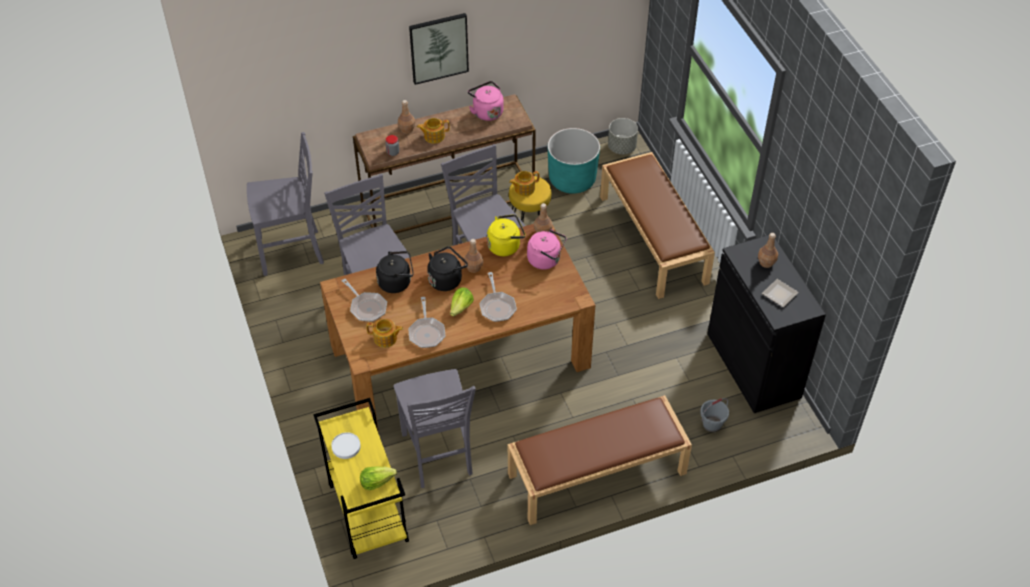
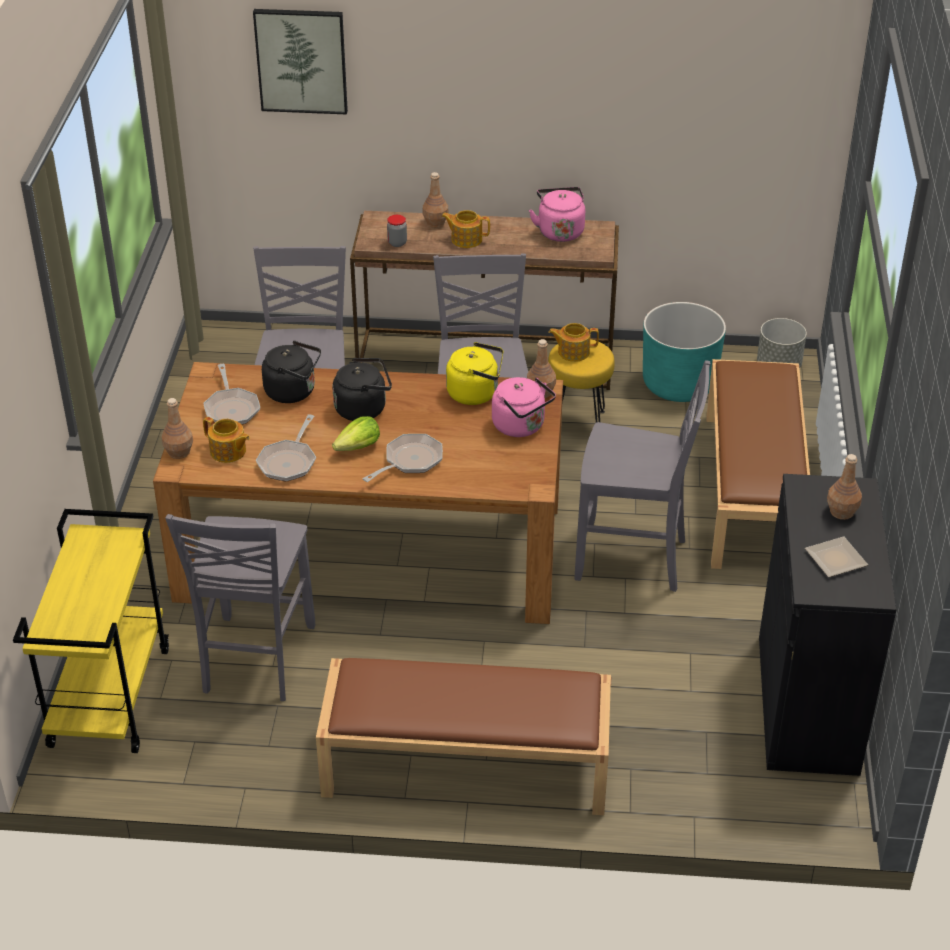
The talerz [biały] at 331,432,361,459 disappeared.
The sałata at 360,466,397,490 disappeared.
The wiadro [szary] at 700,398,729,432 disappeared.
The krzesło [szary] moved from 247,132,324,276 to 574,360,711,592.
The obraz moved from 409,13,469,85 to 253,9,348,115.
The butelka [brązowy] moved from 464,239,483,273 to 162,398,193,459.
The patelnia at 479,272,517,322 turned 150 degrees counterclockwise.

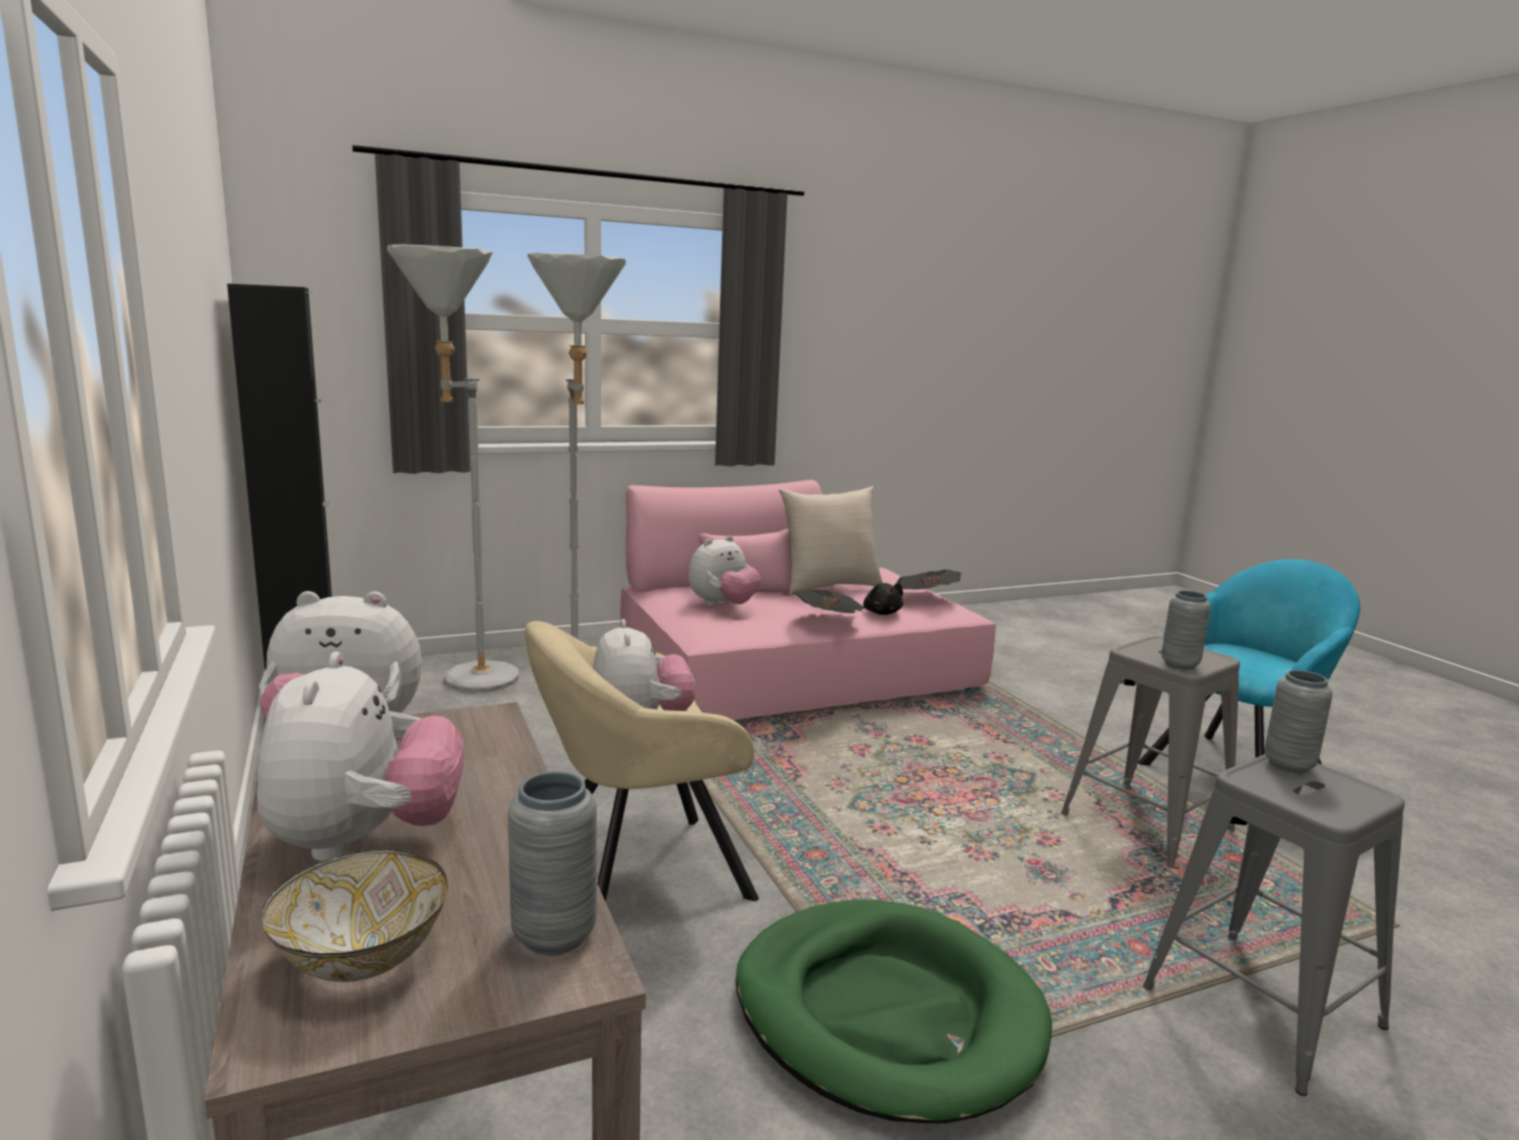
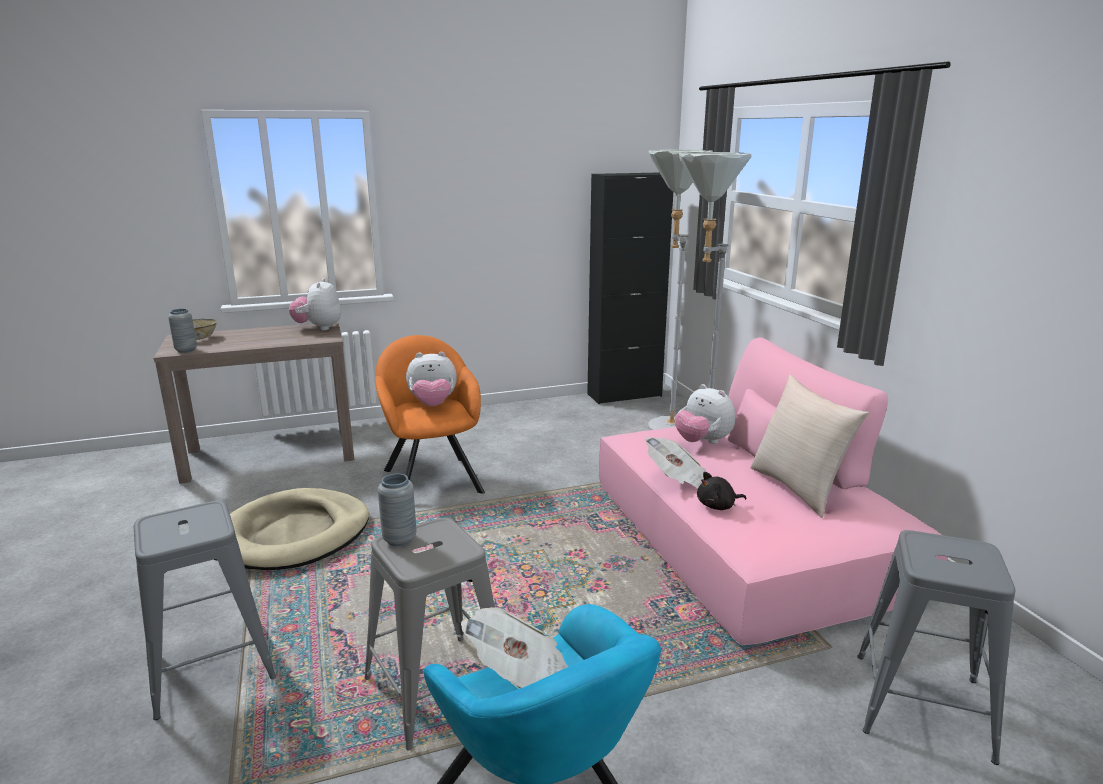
The pluszak at 257,652,464,862 disappeared.
The wazon [szary] at 1264,670,1333,773 disappeared.
The stołek [szary] at 858,530,1016,765 appeared.
The gazeta moved from 895,570,962,590 to 461,607,568,689.
The fotel [beżowy] at 525,621,759,902 became the fotel [pomarańczowy] at 375,335,485,494.
The legowisko [zielony] at 735,899,1052,1123 became the legowisko [beżowy] at 230,488,369,570.

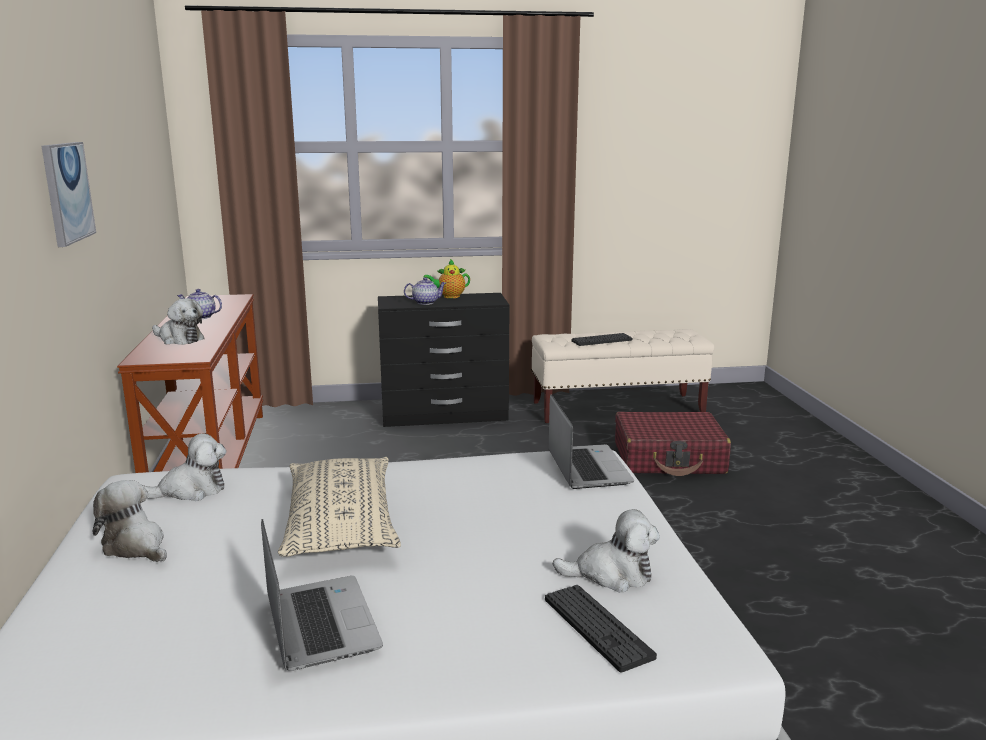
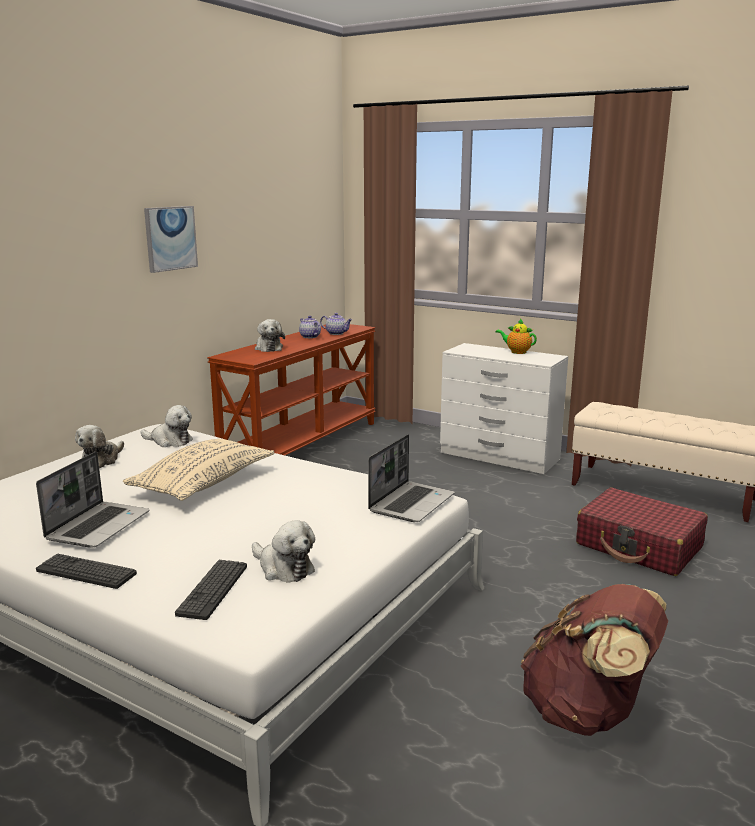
The plecak [brązowy] at 520,584,668,736 appeared.
The imbryk moved from 404,277,446,305 to 320,313,353,335.
The klawiatura moved from 571,333,632,346 to 36,553,137,589.
The komoda [czarny] at 378,293,509,427 became the komoda [biały] at 440,343,568,474.
The pluszak at 93,480,167,562 turned 150 degrees counterclockwise.

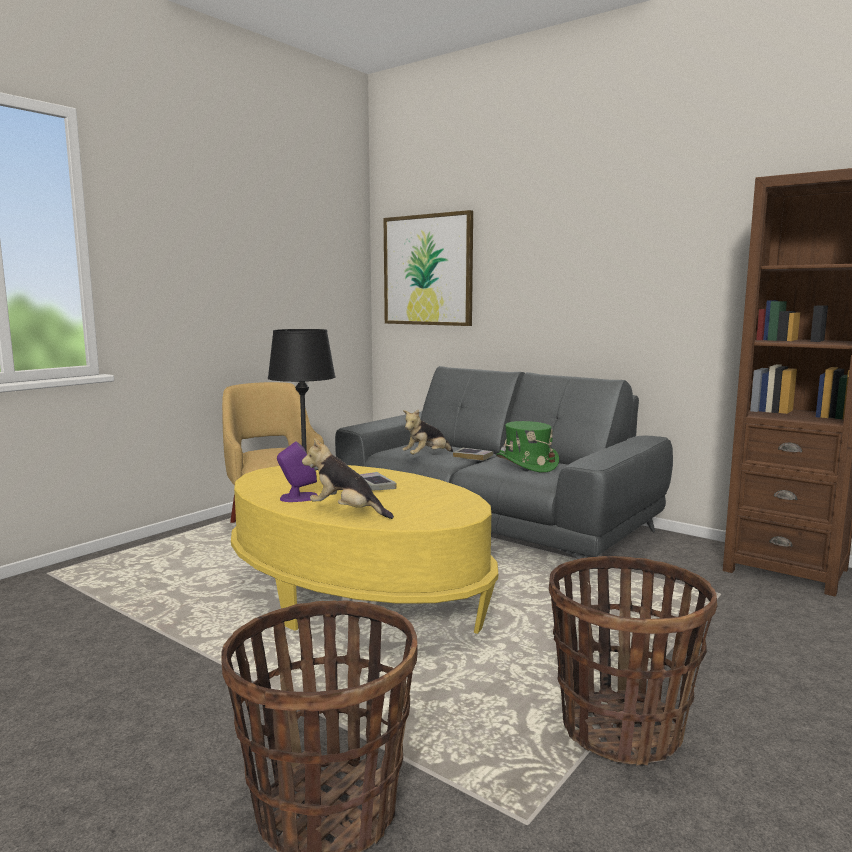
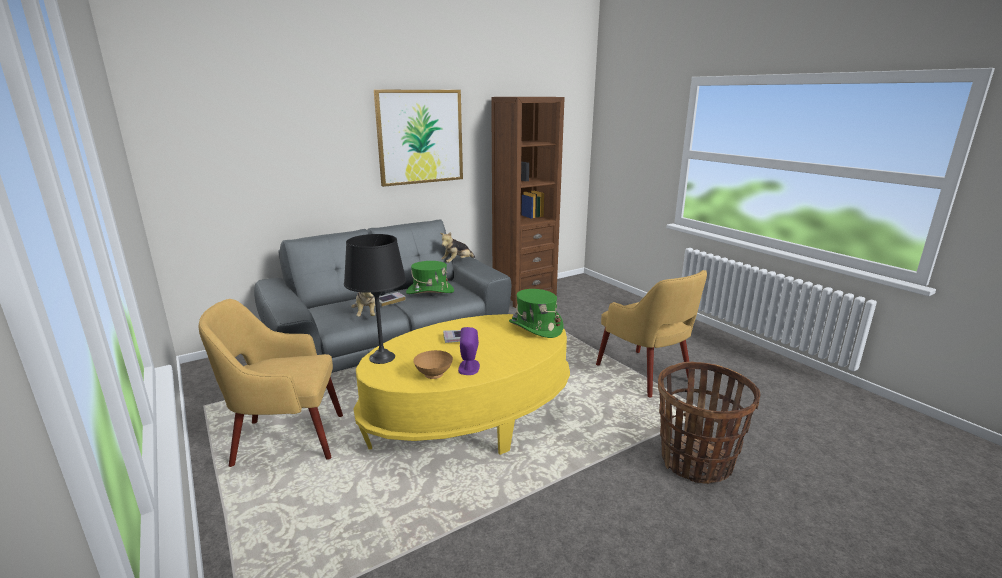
The miska [brązowy] at 413,350,453,379 appeared.
The kapelusz [zielony] at 509,289,563,338 appeared.
The pluszak moved from 302,438,394,519 to 440,232,475,263.
The obraz moved from 384,210,473,326 to 374,90,463,187.
The koszyk at 549,556,717,766 was replaced by the fotel [żółty] at 596,270,707,398.

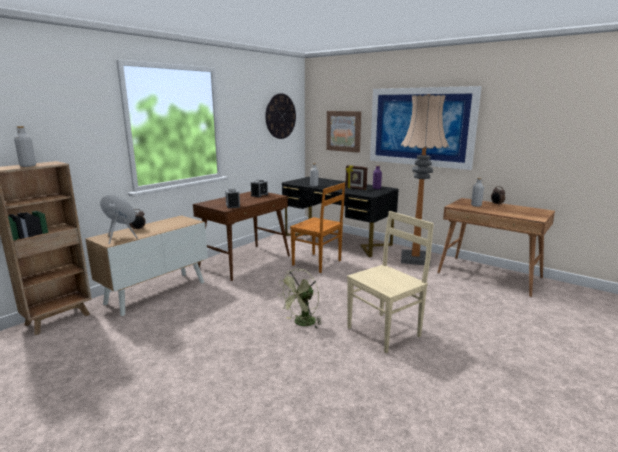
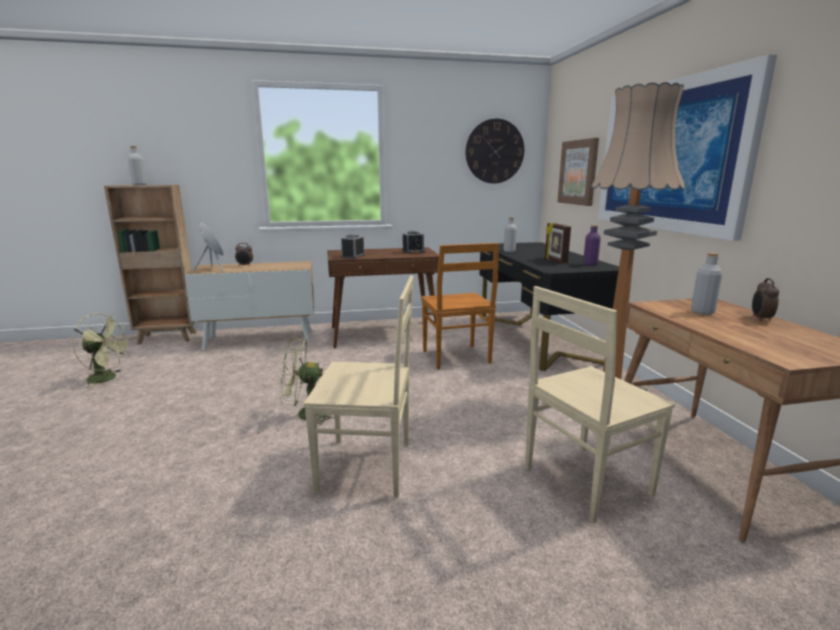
The wentylator [zielony] at 72,314,133,389 appeared.
The krzesło [beżowy] at 525,286,675,523 appeared.

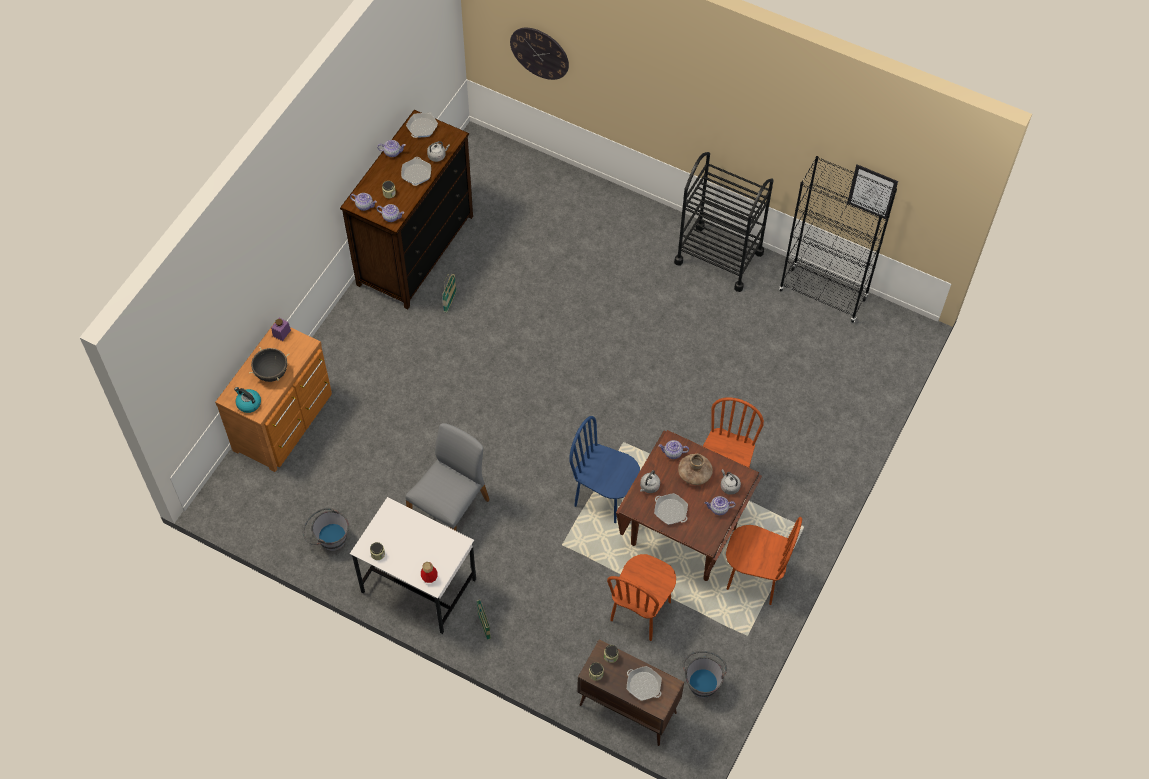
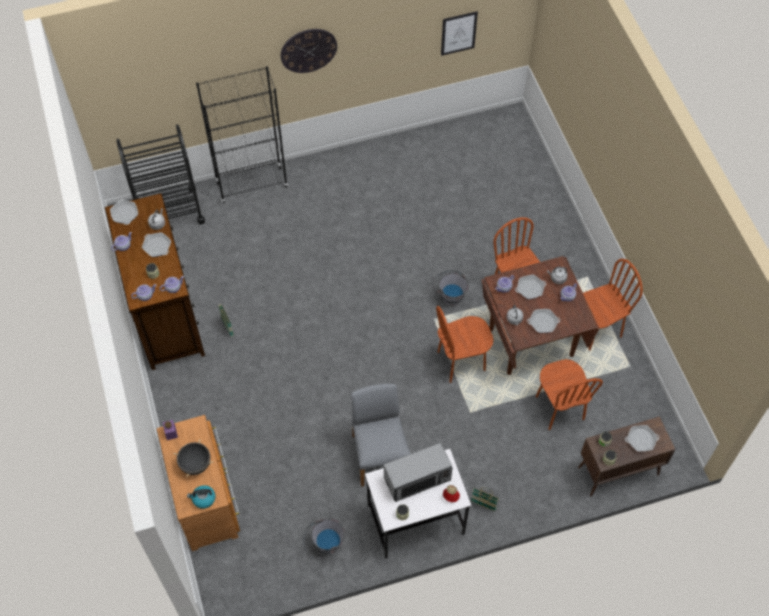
The mikrofalówka at 384,443,452,502 appeared.
The zegar ścienny moved from 510,28,569,80 to 281,29,337,73.
The wózek [czarny] moved from 674,152,774,292 to 117,124,205,224.
The wiadro [szary] moved from 683,651,727,698 to 431,270,468,306.
The regał [czarny] moved from 779,156,897,323 to 196,66,288,203.
The wazon [brązowy] at 678,454,713,485 was replaced by the patelnia at 515,275,546,299.
The krzesło [niebieski] at 569,416,640,523 became the krzesło [brązowy] at 436,306,494,383.

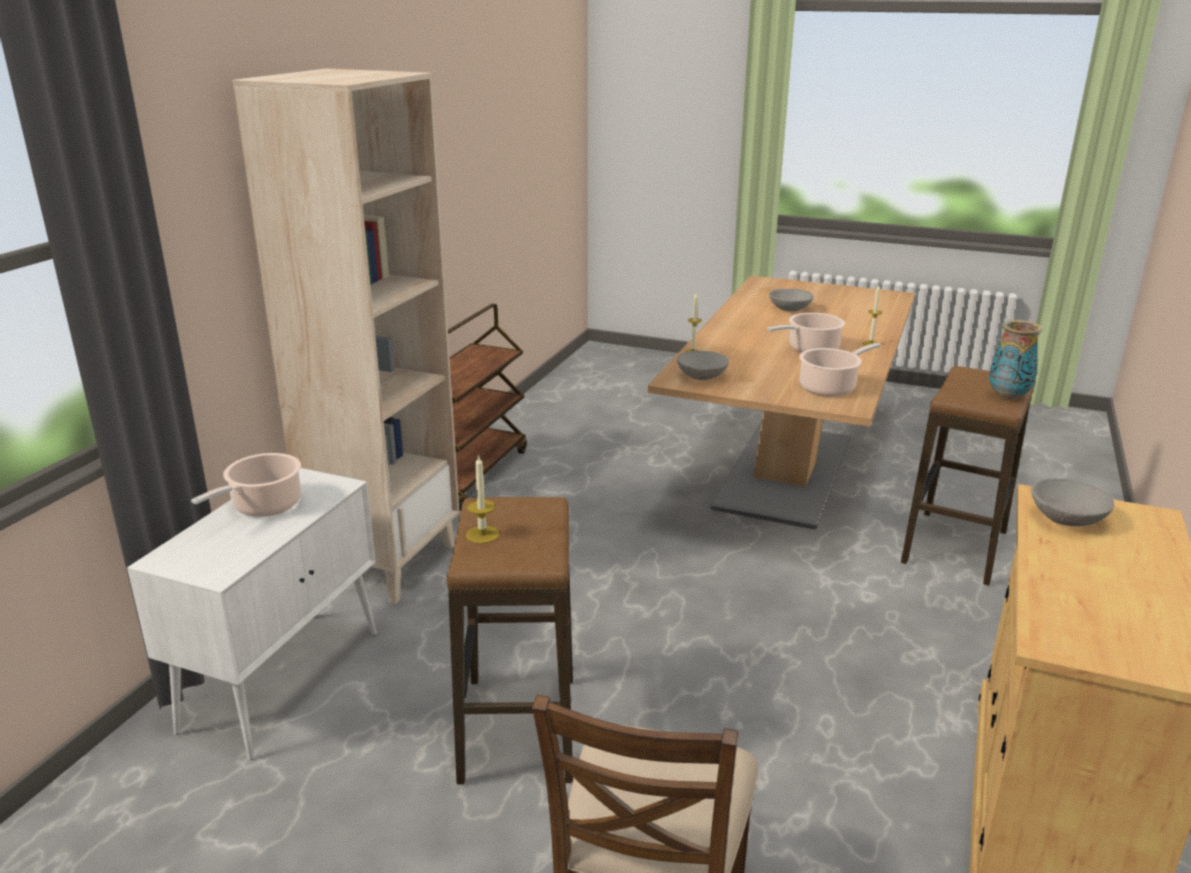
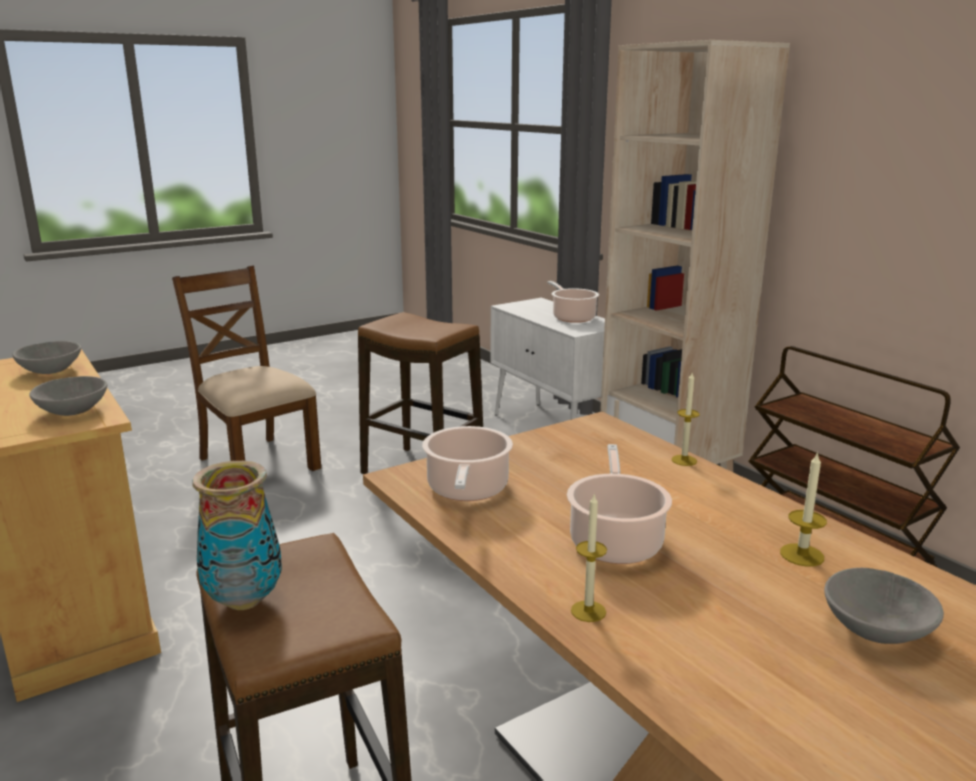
The świeca moved from 466,454,499,544 to 780,451,827,567.
The miska [szary] moved from 677,351,729,380 to 12,341,81,374.

